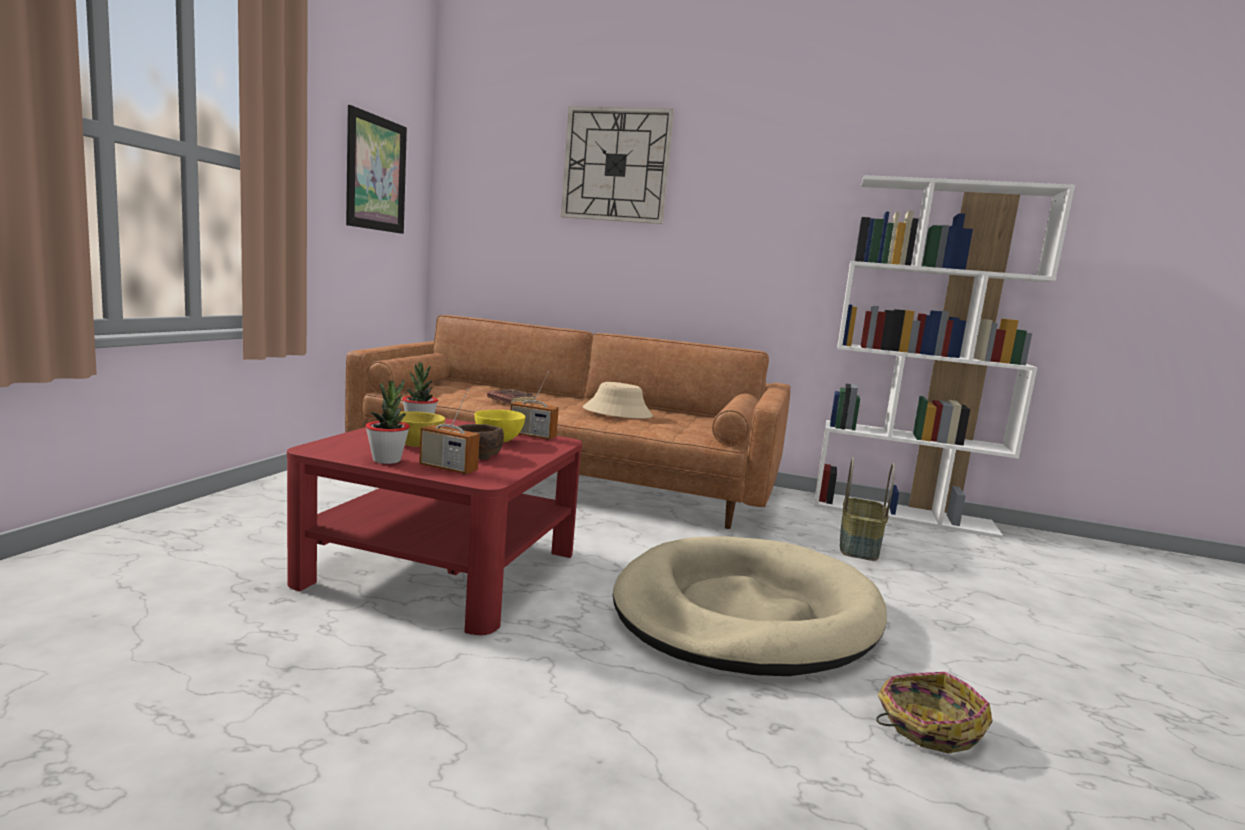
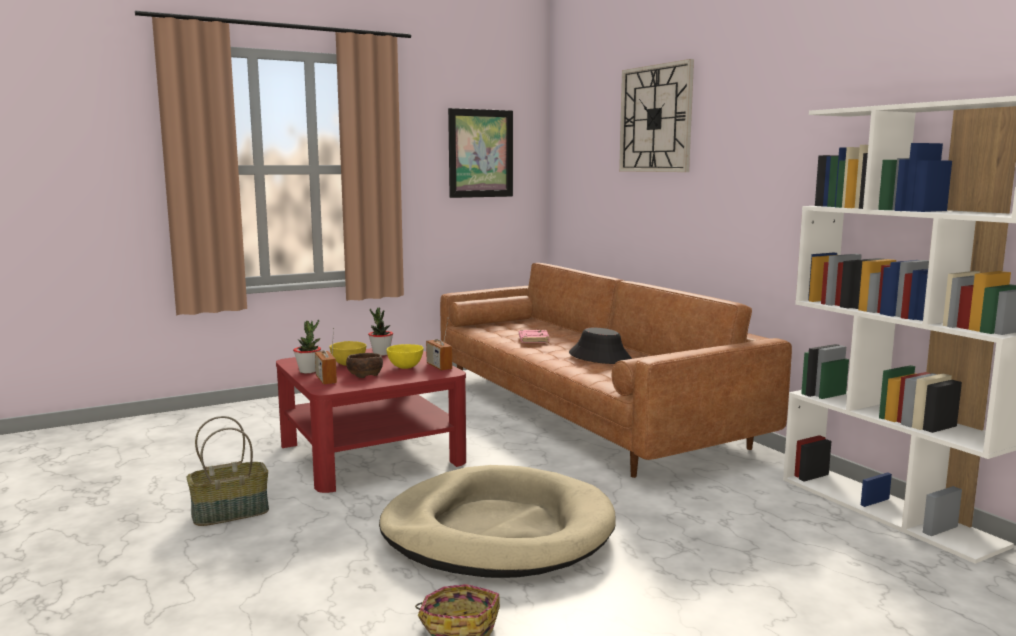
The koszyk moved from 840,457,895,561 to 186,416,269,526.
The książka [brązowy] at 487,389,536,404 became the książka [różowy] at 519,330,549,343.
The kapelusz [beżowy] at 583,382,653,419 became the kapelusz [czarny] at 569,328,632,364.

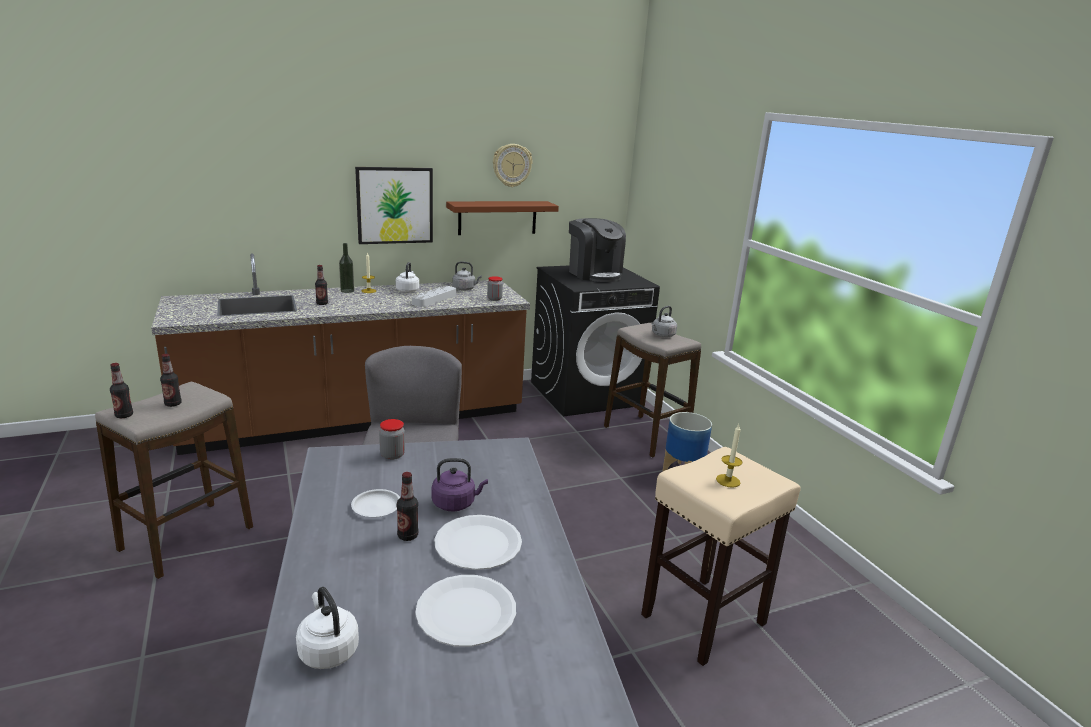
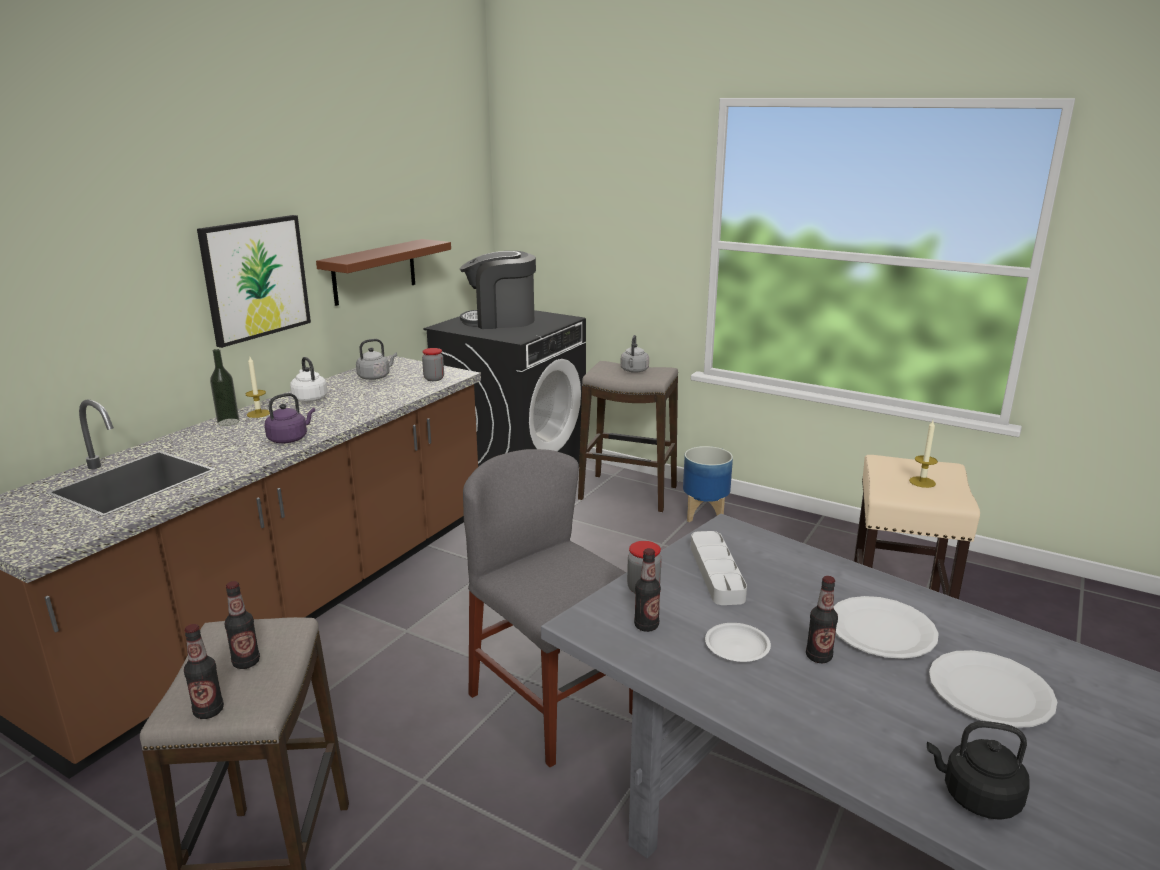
The zegar ścienny at 493,144,532,187 disappeared.
The butelka moved from 315,265,328,305 to 634,548,661,632.
The taca [szary] moved from 412,286,456,307 to 691,531,747,605.
The czajnik [fioletowy] moved from 432,458,488,512 to 265,393,315,443.
The czajnik [biały] at 296,587,359,669 became the czajnik [czarny] at 927,721,1030,820.
The ekspres do kawy at 569,218,626,282 turned 150 degrees clockwise.

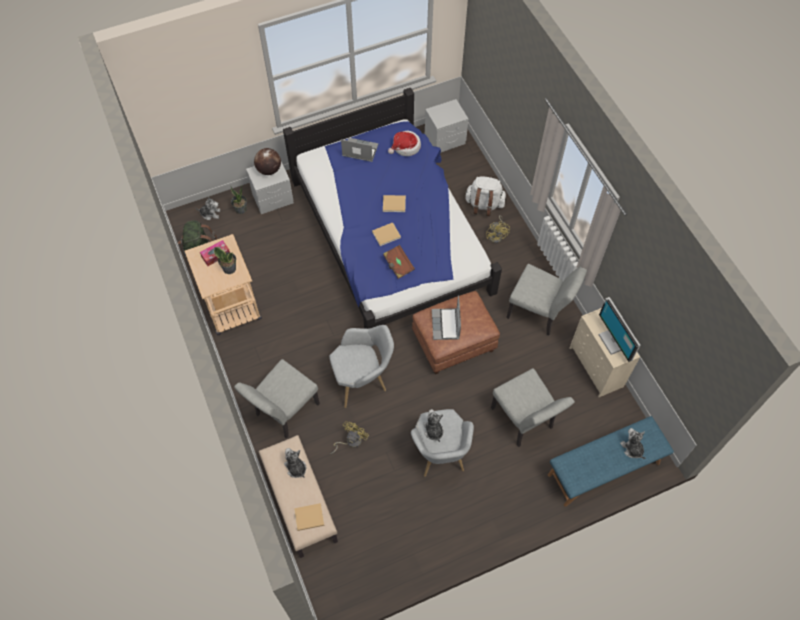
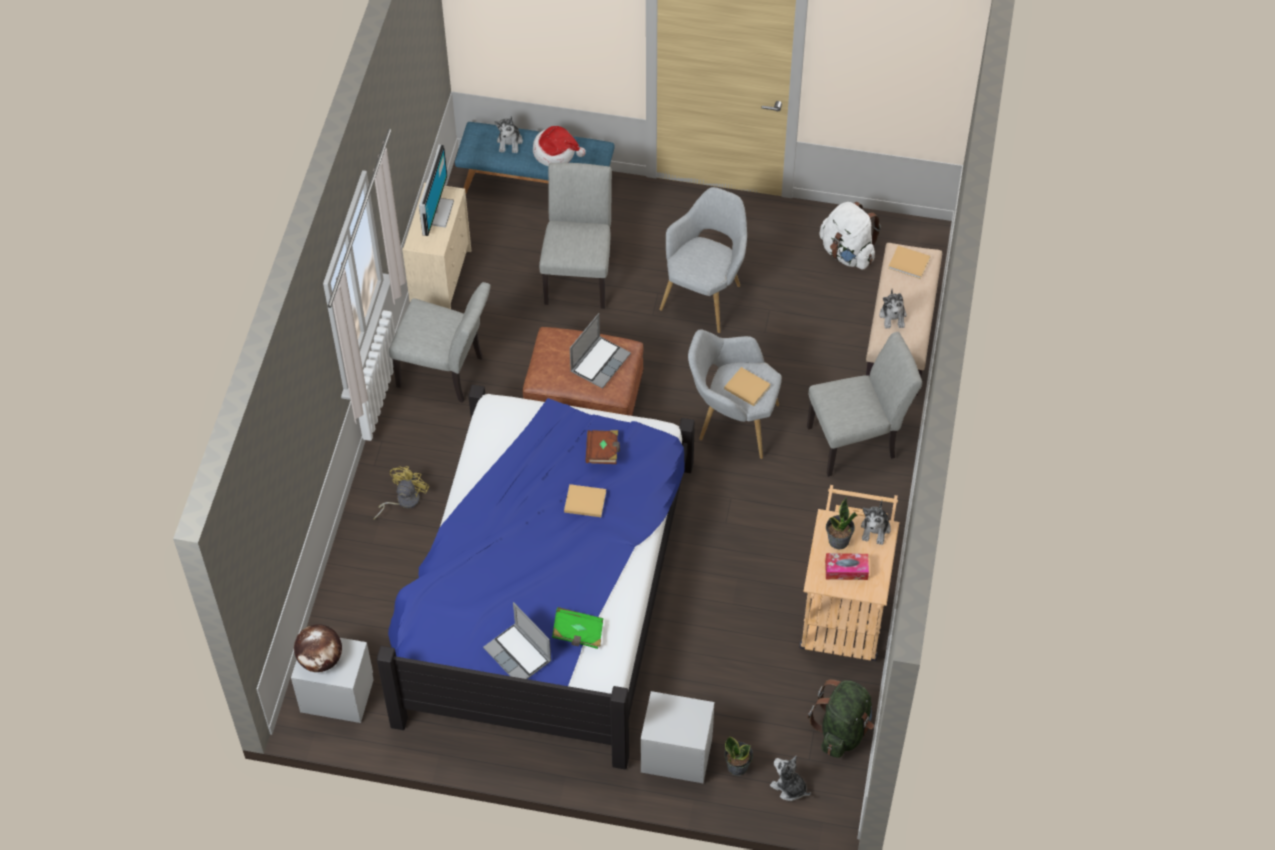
The wentylator [żółty] at 330,422,369,454 disappeared.
The książka [zielony] at 552,607,603,649 appeared.
The globus moved from 254,148,281,175 to 294,624,342,672.
The książka [beżowy] moved from 383,195,406,212 to 724,367,771,406.
The kapelusz moved from 388,131,421,156 to 533,126,586,166.
The pluszak moved from 423,409,444,442 to 861,500,891,545.
The plecak [biały] moved from 464,176,506,216 to 820,202,881,270.
The krzesło [szary] at 506,264,587,336 turned 135 degrees clockwise.

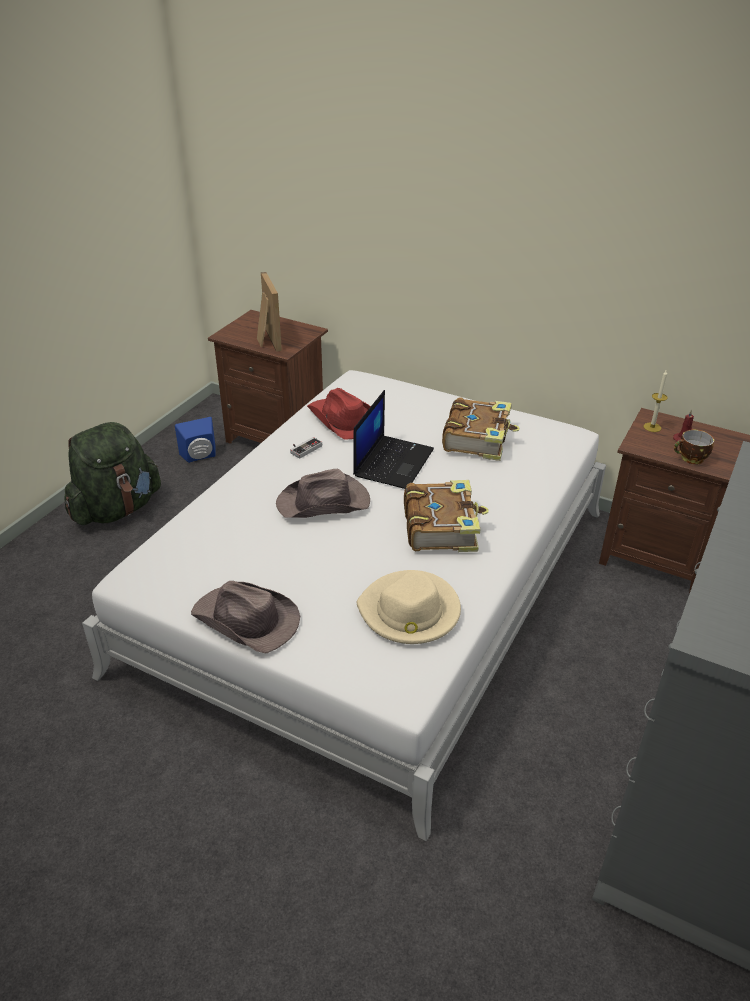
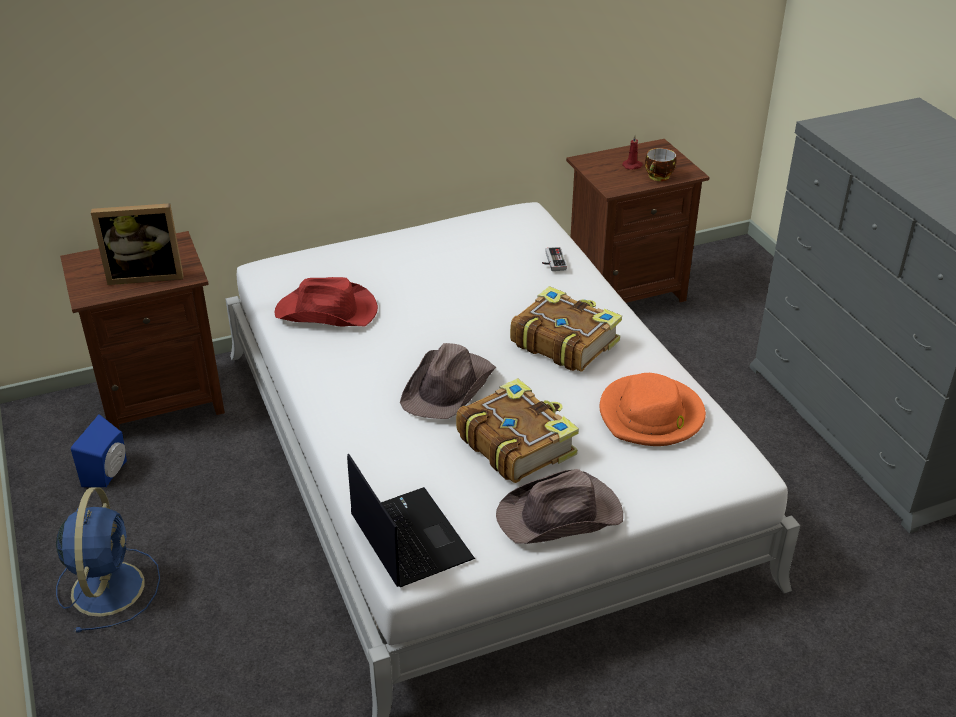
The świeca at 644,371,668,432 disappeared.
The pad do gier moved from 290,437,322,459 to 542,247,567,271.
The laptop moved from 353,390,434,489 to 347,454,475,587.
The książka moved from 442,397,520,461 to 456,378,579,483.
The plecak [zielony] at 65,422,161,525 was replaced by the wentylator [niebieski] at 56,487,160,633.
The kapelusz [beżowy] at 357,570,461,644 became the kapelusz [pomarańczowy] at 600,373,706,446.
The ramka na zdjęcie at 257,272,282,351 turned 150 degrees clockwise.

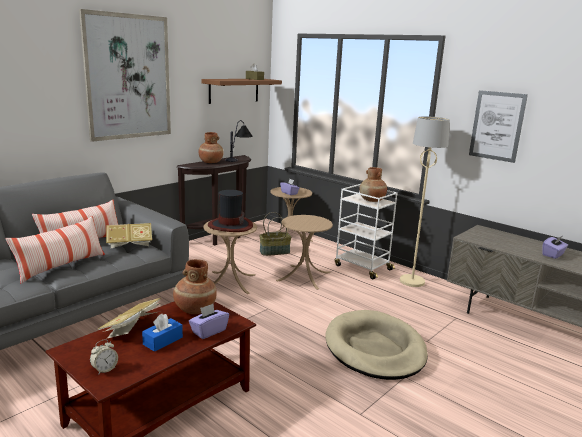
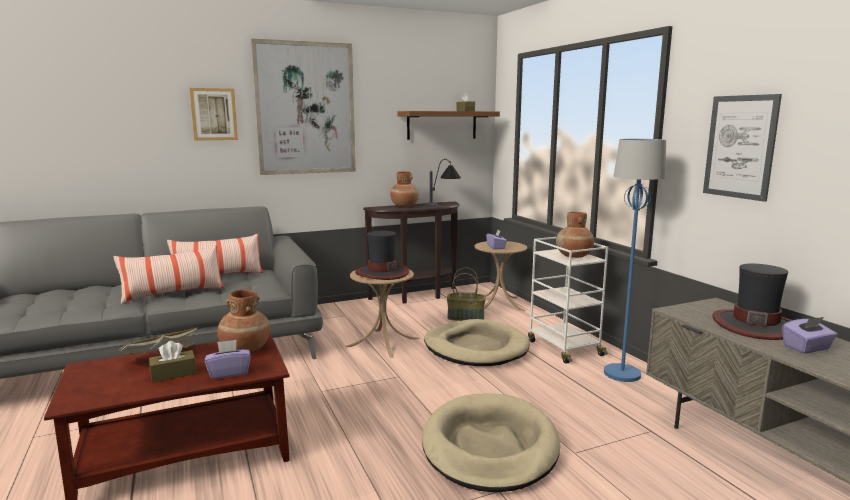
The budzik at 90,339,118,375 disappeared.
The książka at 106,223,152,248 disappeared.
The obraz at 189,88,238,141 appeared.
The kapelusz at 712,264,793,340 appeared.
The stolik [beżowy] at 276,215,333,289 was replaced by the legowisko [beżowy] at 424,319,530,366.
The pudełko chusteczek [niebieski] at 142,314,183,352 became the pudełko chusteczek [brązowy] at 149,341,196,383.
The lampa stojąca [beżowy] at 400,116,450,287 became the lampa stojąca [niebieski] at 604,139,666,382.

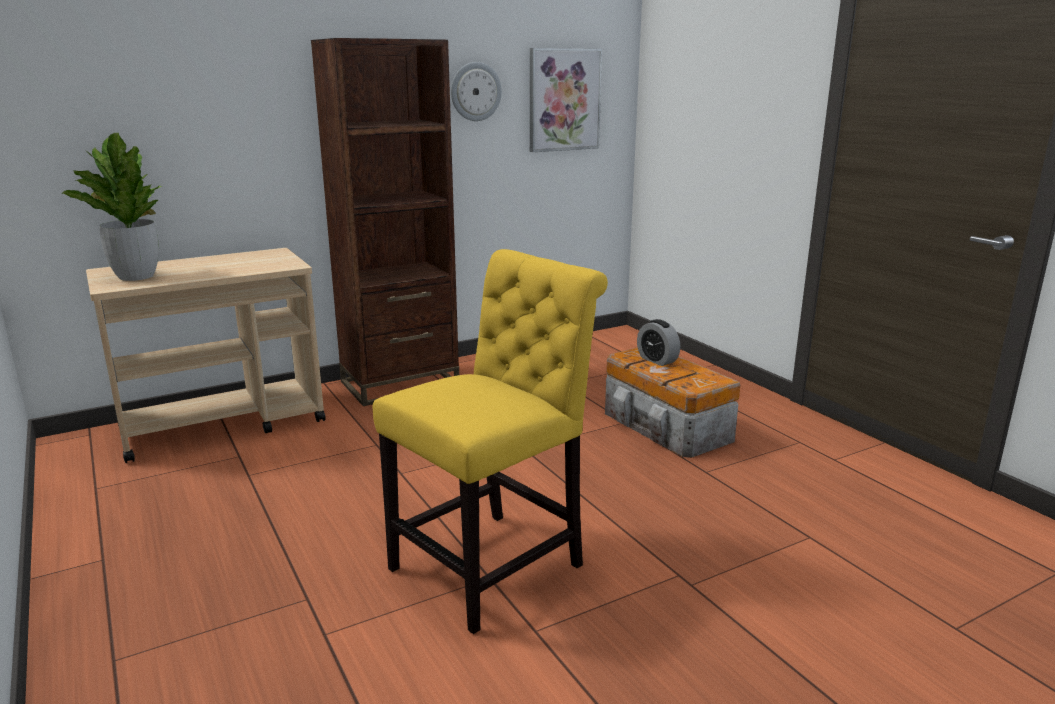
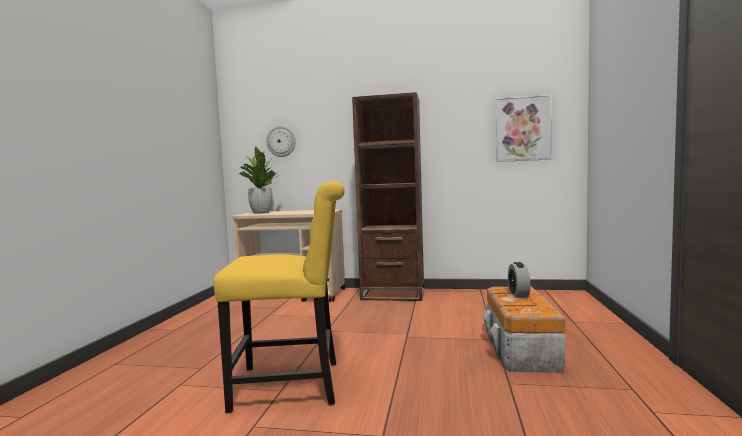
The zegar ścienny moved from 451,62,502,121 to 266,126,296,157.

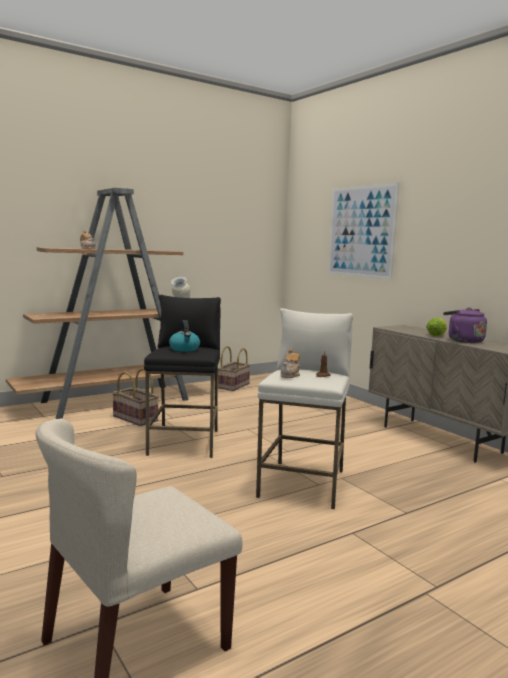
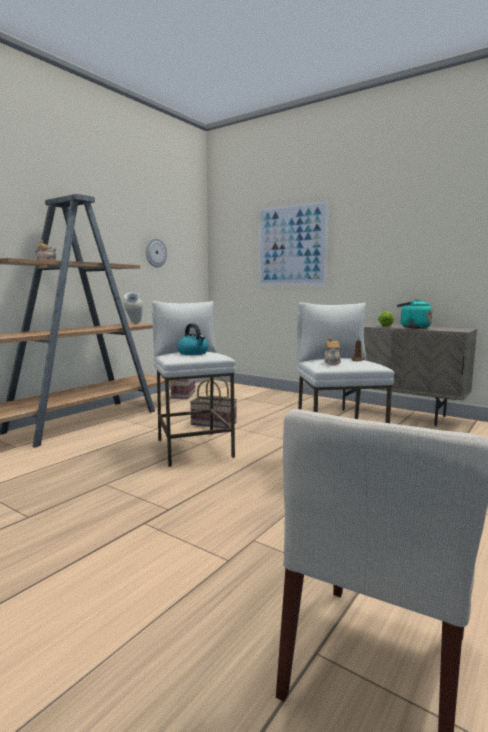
The zegar ścienny at 146,238,167,267 appeared.
The koszyk moved from 112,368,159,426 to 190,376,237,428.
The stołek [czarny] at 144,295,221,458 became the stołek [biały] at 152,301,235,466.
The czajnik [fioletowy] at 443,307,487,343 became the czajnik [turkusowy] at 397,299,432,328.

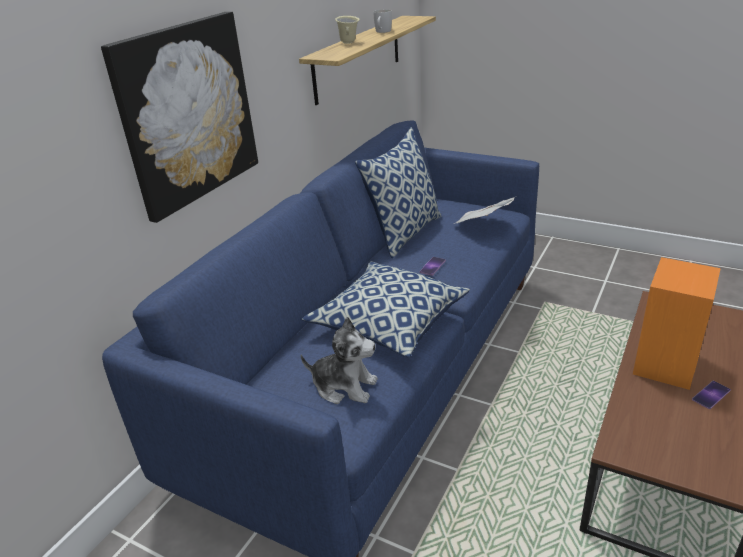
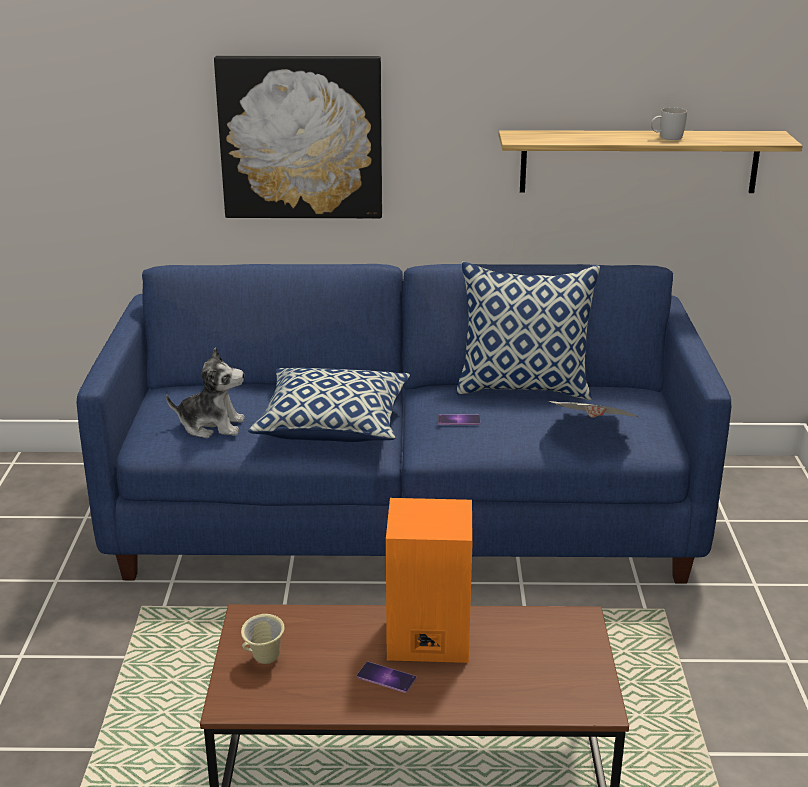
The kubek [beżowy] moved from 335,16,360,44 to 241,614,285,664.
The pluszak at 300,317,378,404 turned 75 degrees counterclockwise.

